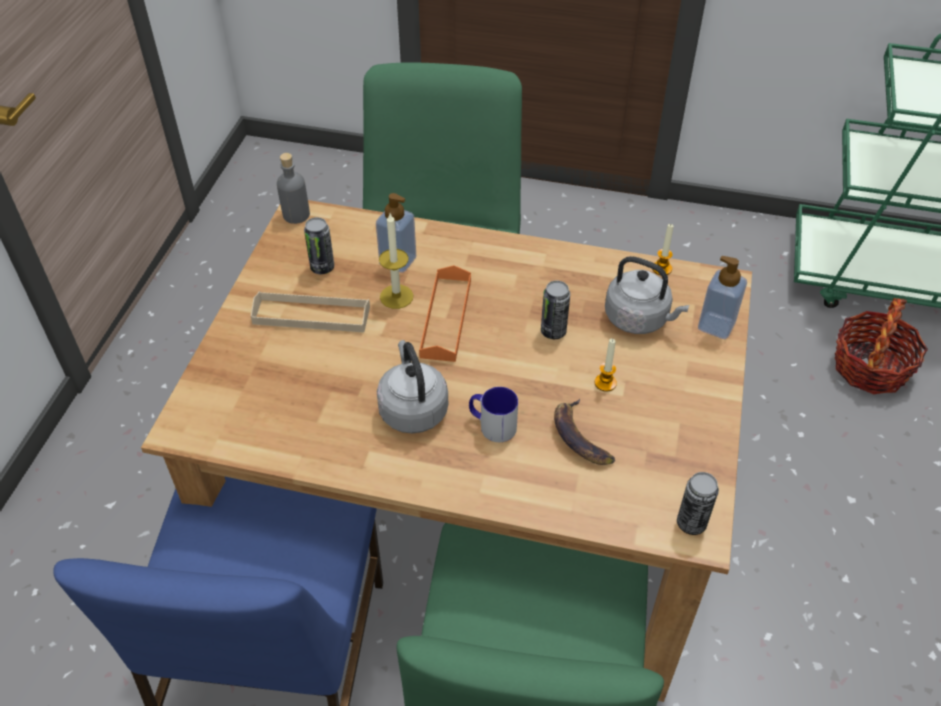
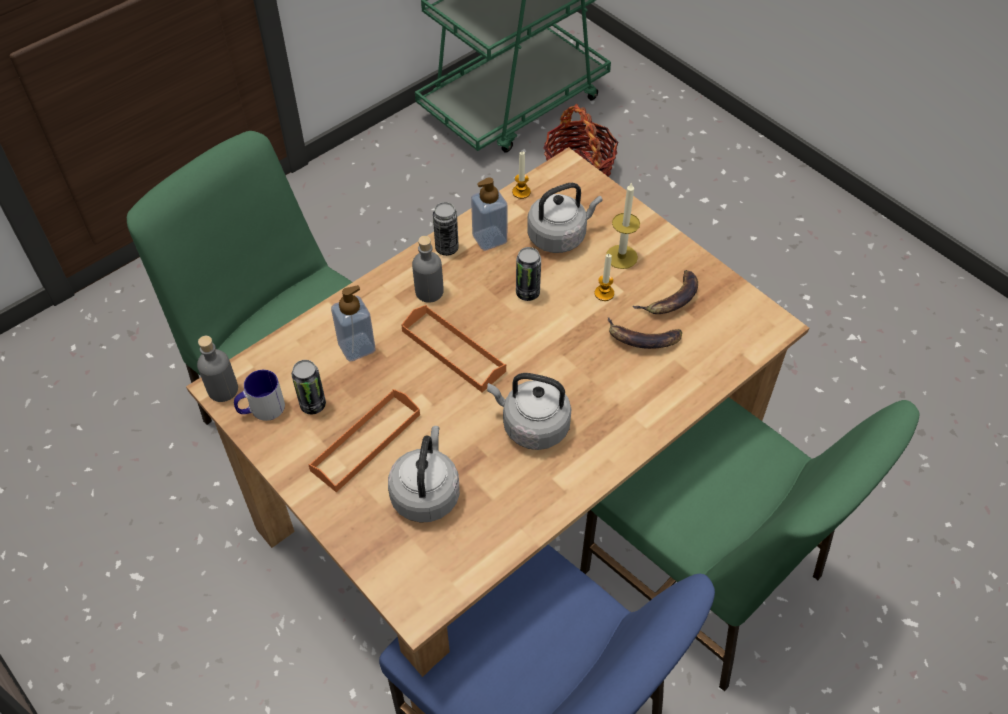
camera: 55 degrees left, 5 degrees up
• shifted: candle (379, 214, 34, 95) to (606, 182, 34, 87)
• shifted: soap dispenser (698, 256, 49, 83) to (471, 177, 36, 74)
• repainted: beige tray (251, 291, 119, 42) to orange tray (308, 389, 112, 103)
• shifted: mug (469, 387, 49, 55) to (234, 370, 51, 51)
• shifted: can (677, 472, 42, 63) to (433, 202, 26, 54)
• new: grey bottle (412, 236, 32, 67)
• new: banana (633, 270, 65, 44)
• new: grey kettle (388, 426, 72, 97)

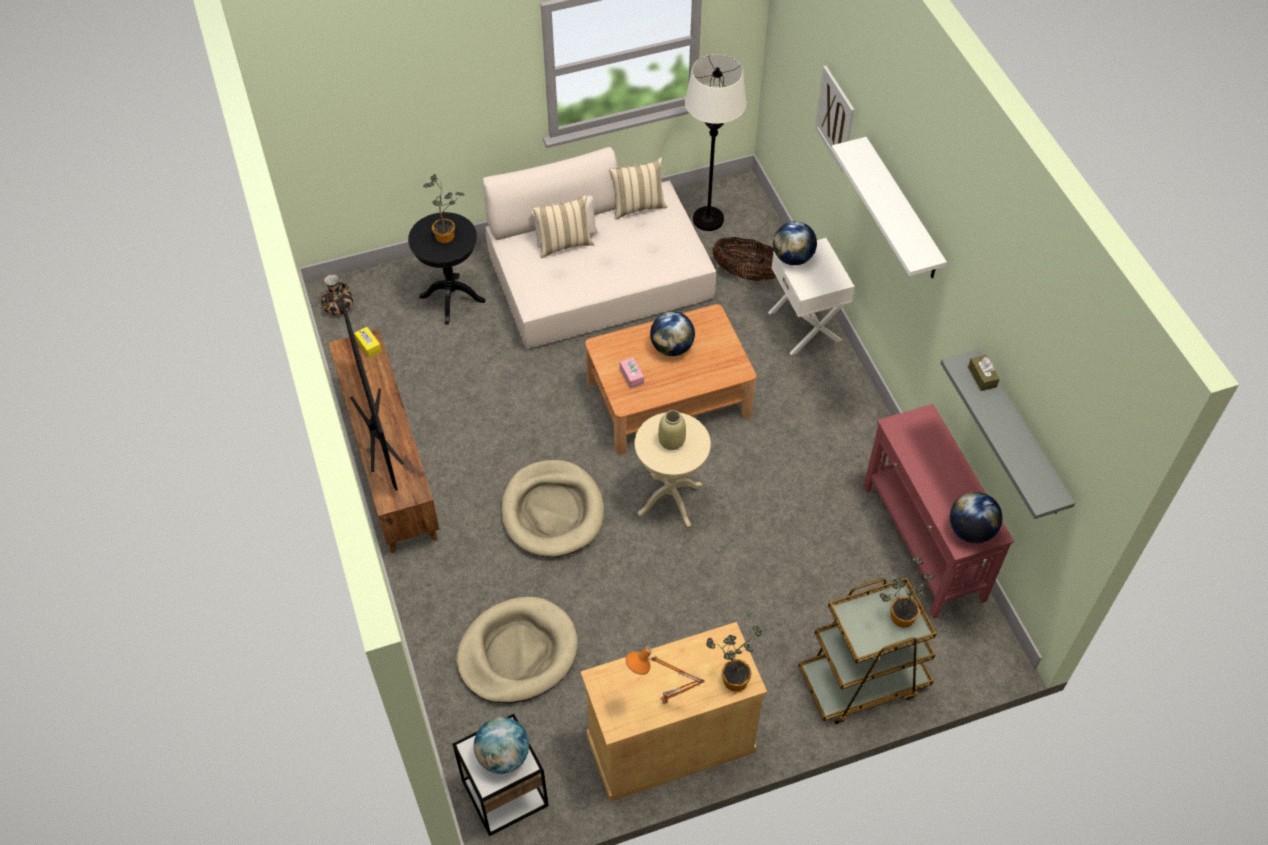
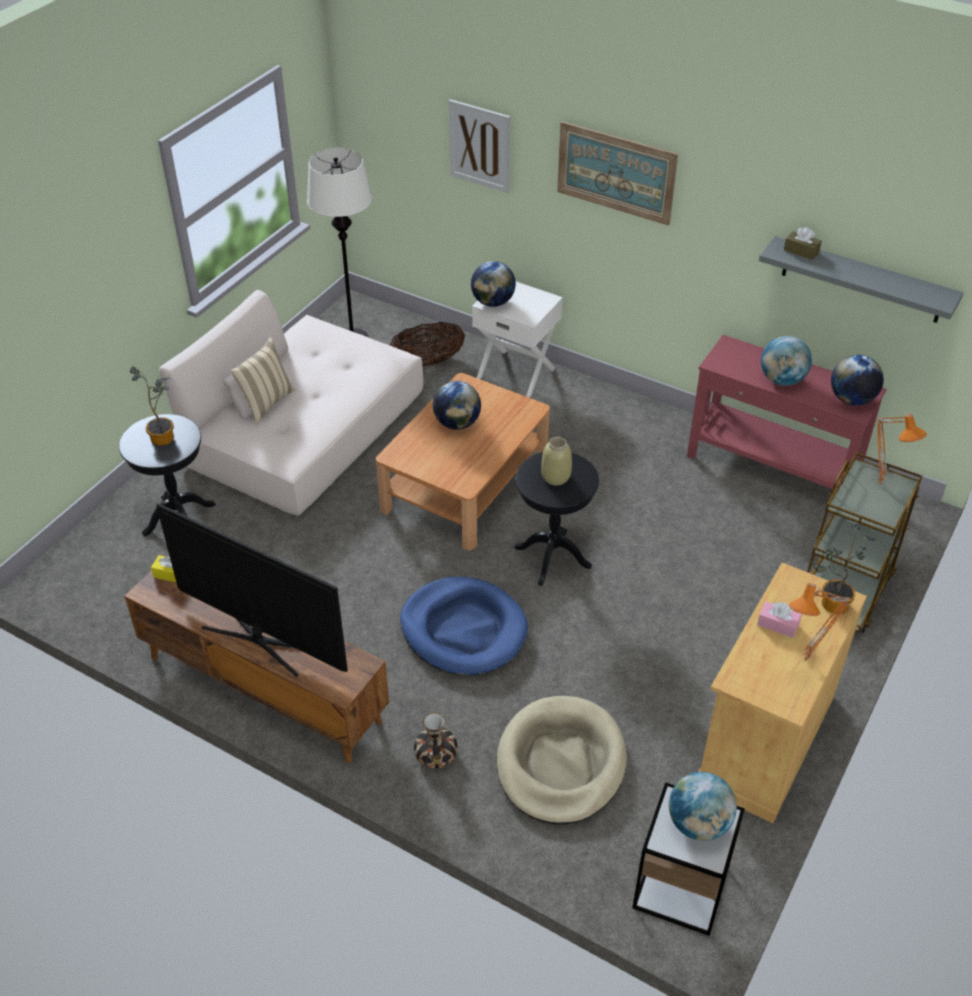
camera: 40 degrees left, 10 degrees down
• swapped: white shelf (831, 137, 116, 141) to picture (557, 121, 121, 104)
• gone: beige pillow (609, 157, 58, 63)
• shifted: vase (321, 274, 32, 41) to (414, 712, 44, 56)
• shifted: pink tissue box (620, 357, 24, 31) to (757, 602, 45, 36)
• repainted: beige side table (635, 412, 76, 116) to black side table (514, 452, 85, 134)
• repainted: beige dog bed (501, 460, 103, 97) to blue dog bed (400, 577, 128, 98)
• swapped: potted plant (880, 557, 54, 70) to orange table lamp (878, 414, 49, 73)
• new: globe (761, 336, 51, 50)

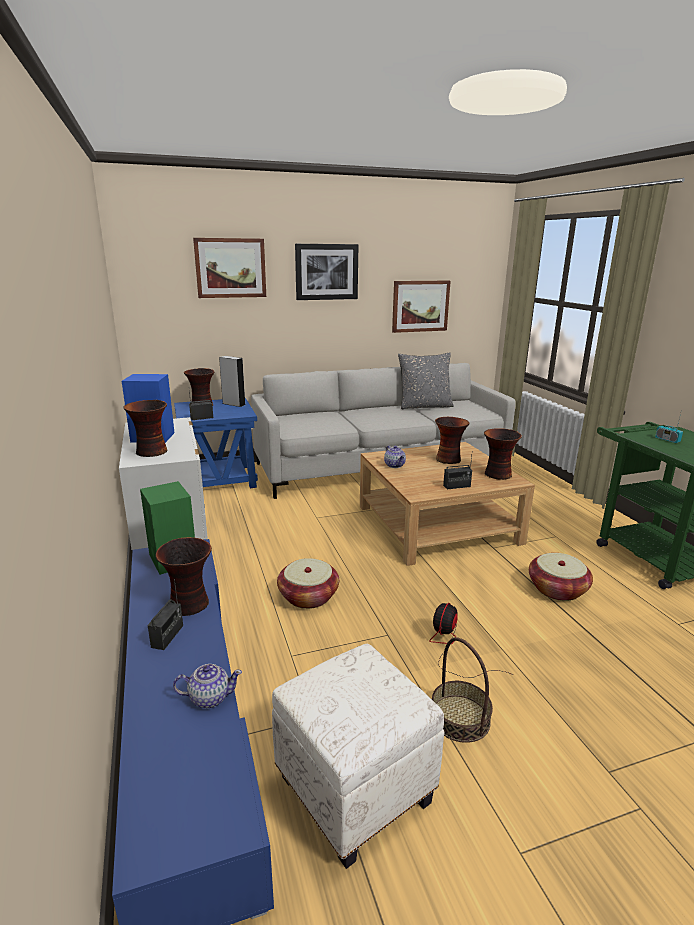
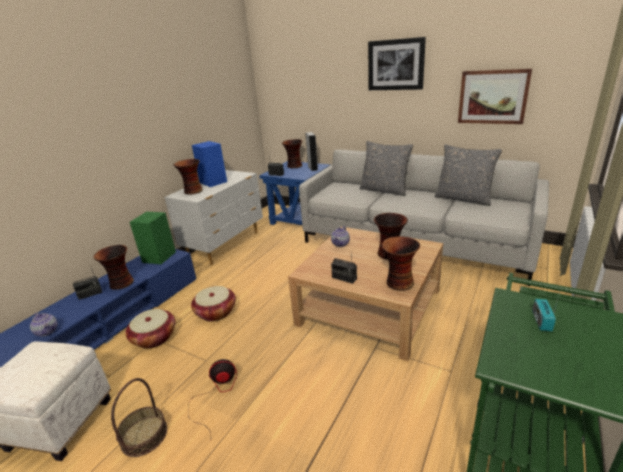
camera: 50 degrees right, 5 degrees up
• gone: picture (193, 238, 73, 60)
• shifted: basket (529, 553, 64, 48) to (125, 309, 50, 40)
• new: grey pillow (360, 141, 53, 55)

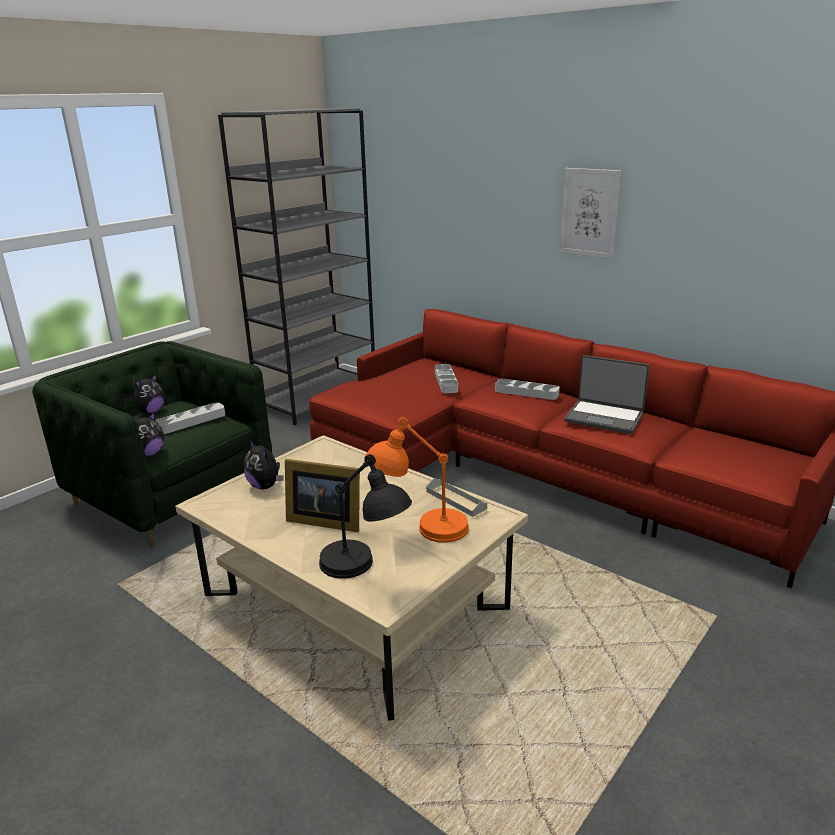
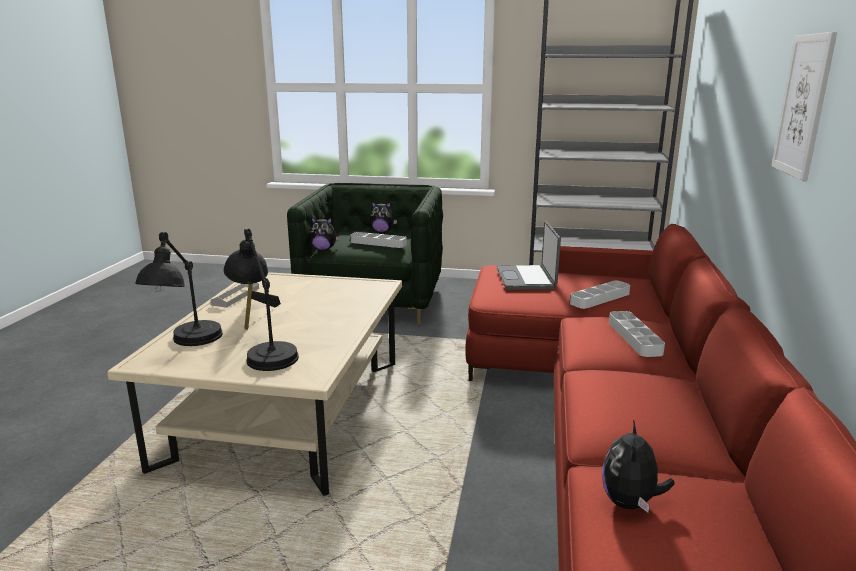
camera: 60 degrees right, 5 degrees down
• shifted: laptop (564, 355, 85, 79) to (496, 221, 65, 69)
• repainted: orange table lamp (365, 417, 104, 126) to black table lamp (223, 229, 76, 142)
• shifted: plush toy (244, 440, 40, 50) to (602, 420, 73, 93)
• shifted: grey tray (426, 479, 61, 38) to (210, 283, 49, 25)

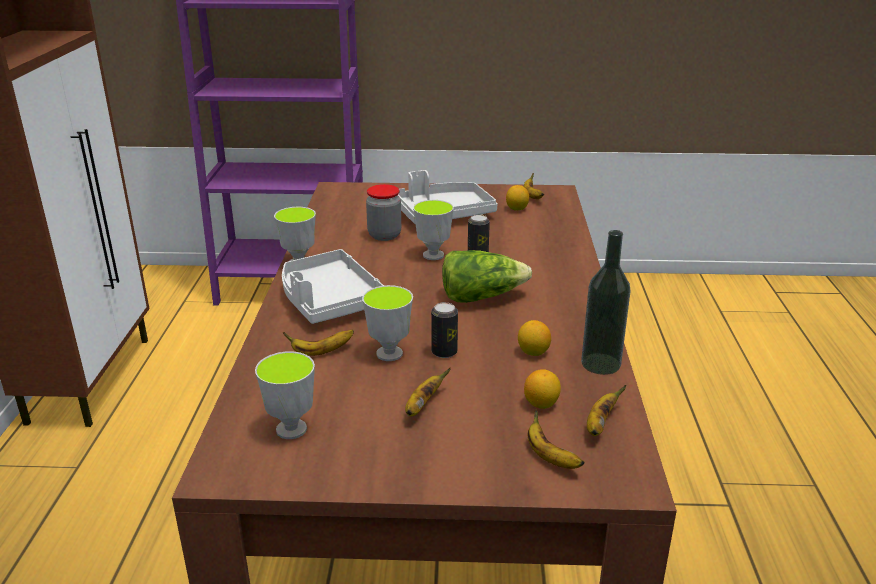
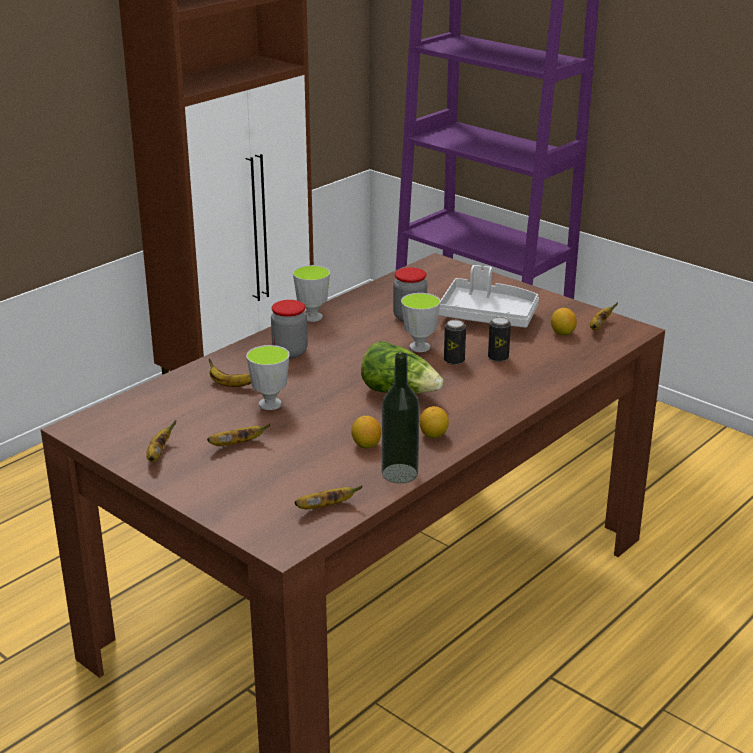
camera: 40 degrees right, 0 degrees up
• swapped: grey tray (282, 249, 102, 75) to jar (271, 300, 37, 58)
• shifted: can (431, 302, 27, 56) to (488, 317, 23, 45)
• gone: cup (255, 352, 60, 87)
• shifted: lemon (524, 369, 37, 40) to (420, 406, 29, 32)
• shifted: banana (528, 409, 57, 60) to (146, 420, 30, 42)

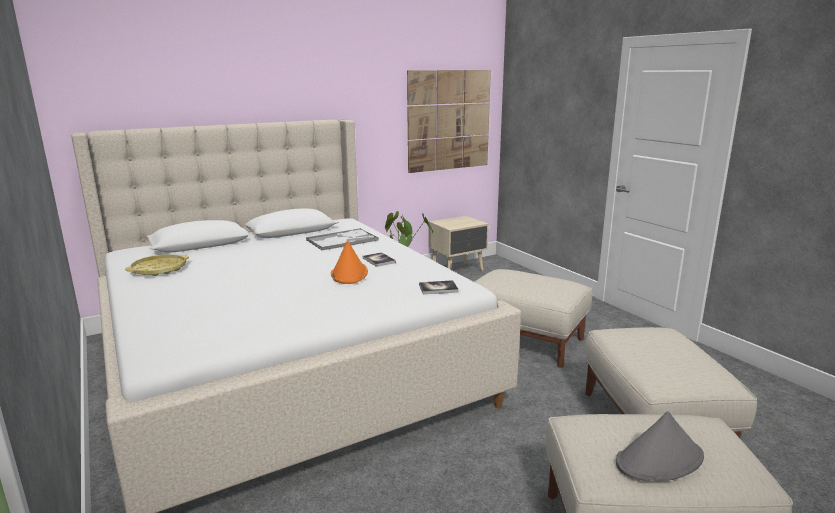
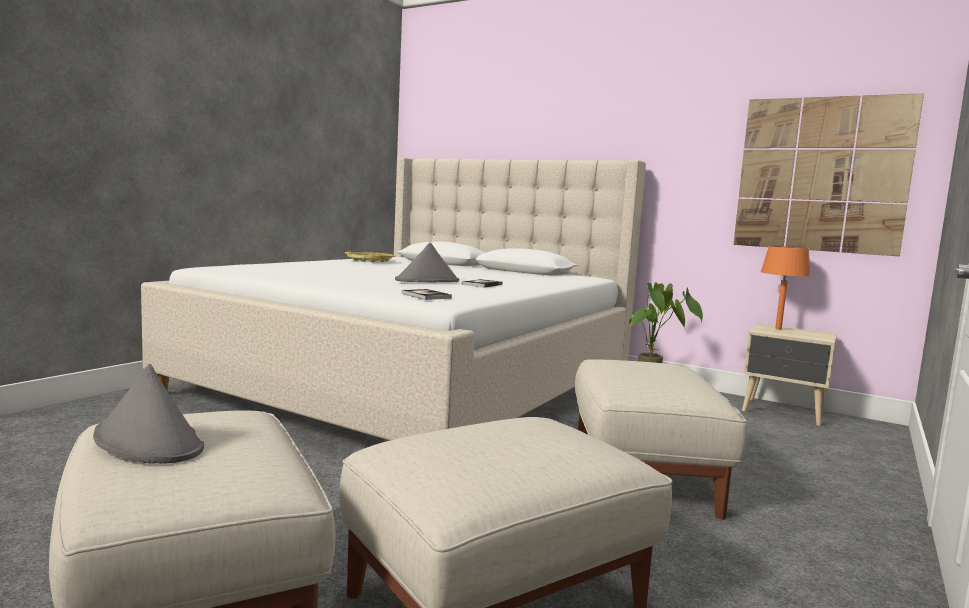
camera: 60 degrees right, 10 degrees down
• gone: tray (306, 228, 73, 23)
• repainted: orange hat (331, 240, 37, 44) to grey hat (395, 242, 64, 40)
• new: orange table lamp (761, 246, 50, 84)

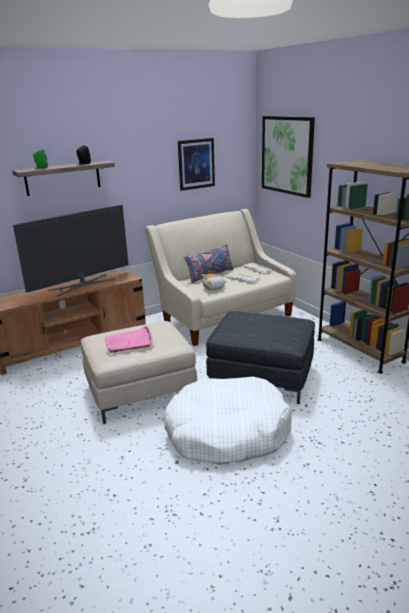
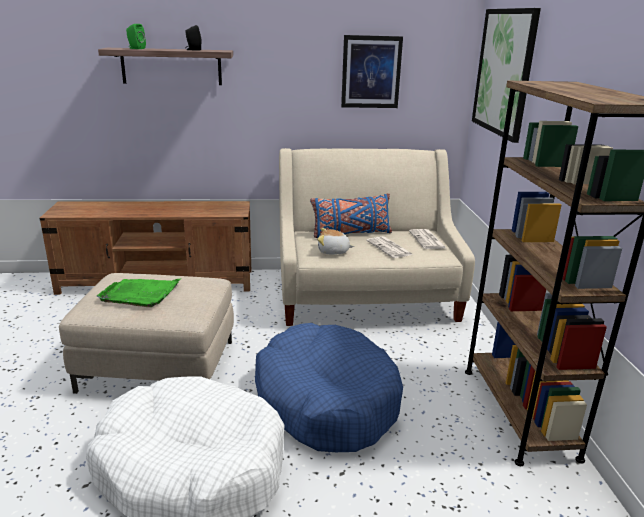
camera: 25 degrees right, 0 degrees up
• gone: television (13, 204, 116, 93)
• swapped: grey ottoman (206, 311, 109, 93) to blue dog bed (255, 323, 148, 129)
• repainted: pink tray (105, 326, 48, 27) to green tray (97, 278, 85, 29)

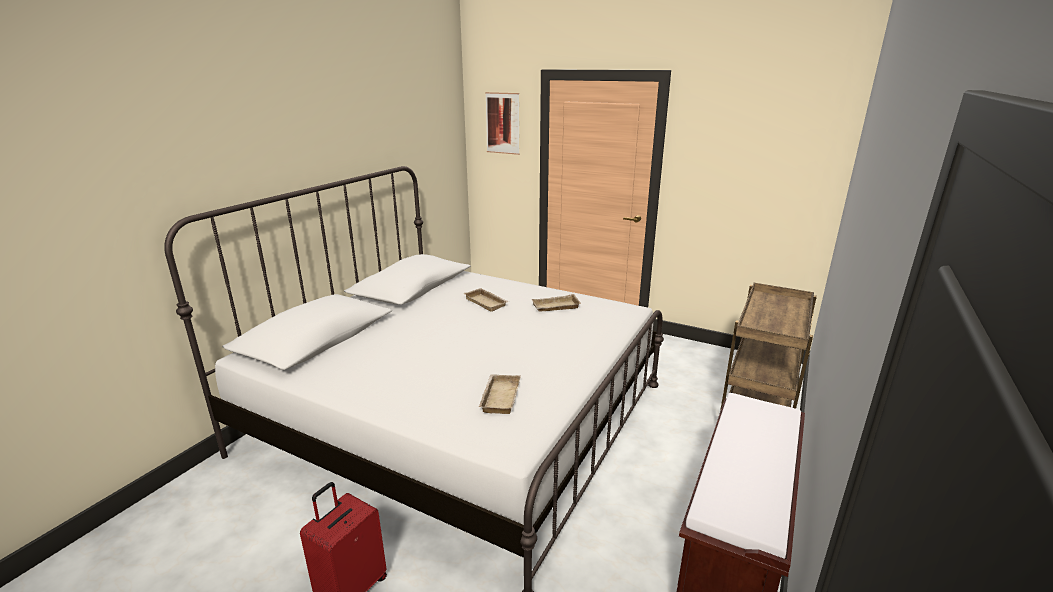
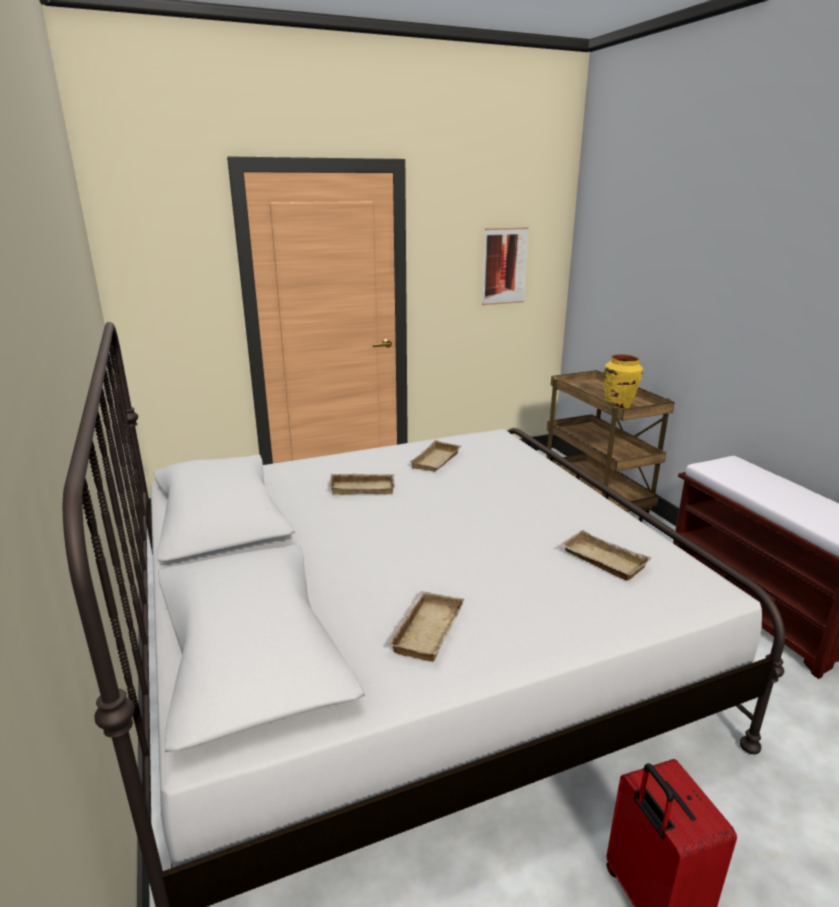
camera: 50 degrees left, 0 degrees up
• shifted: picture (485, 92, 35, 63) to (482, 227, 47, 78)
• new: yellow vase (604, 355, 39, 54)
• new: beige tray (387, 591, 78, 71)

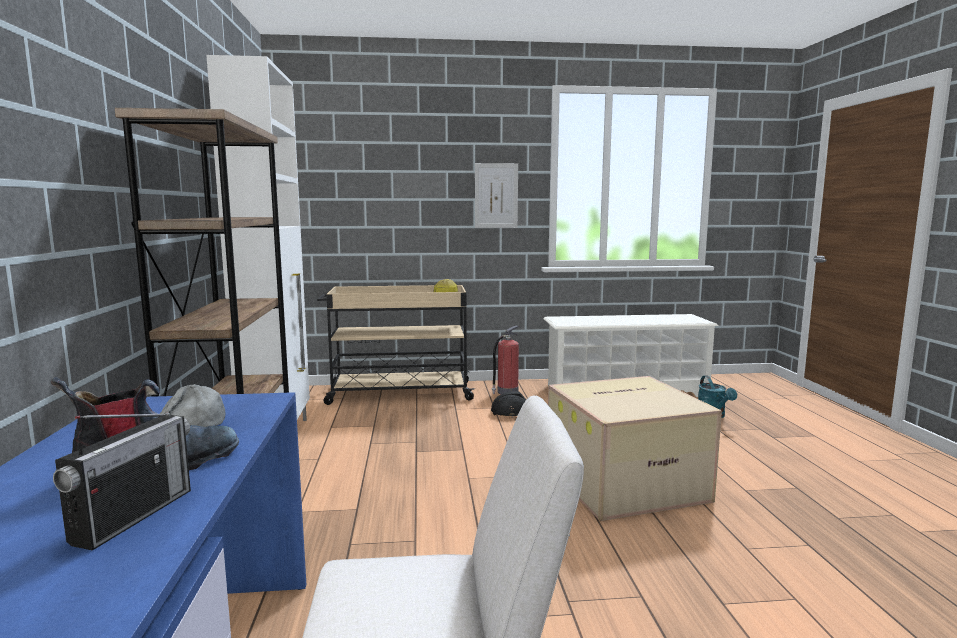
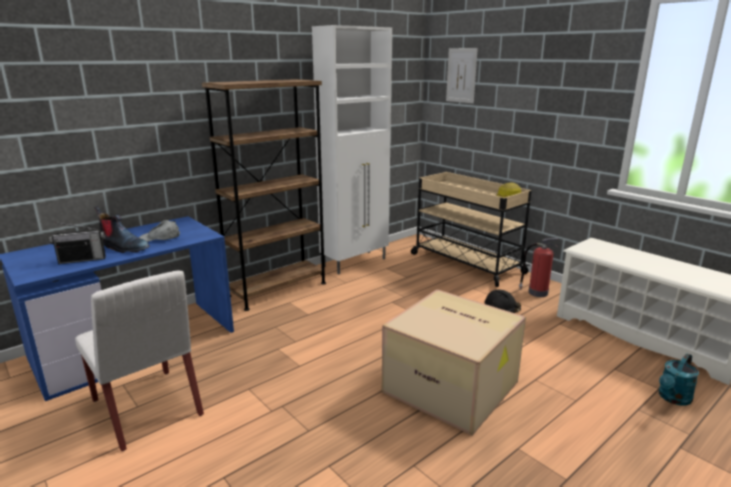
camera: 55 degrees right, 10 degrees up
• shifted: picture (475, 163, 43, 65) to (446, 48, 32, 55)

